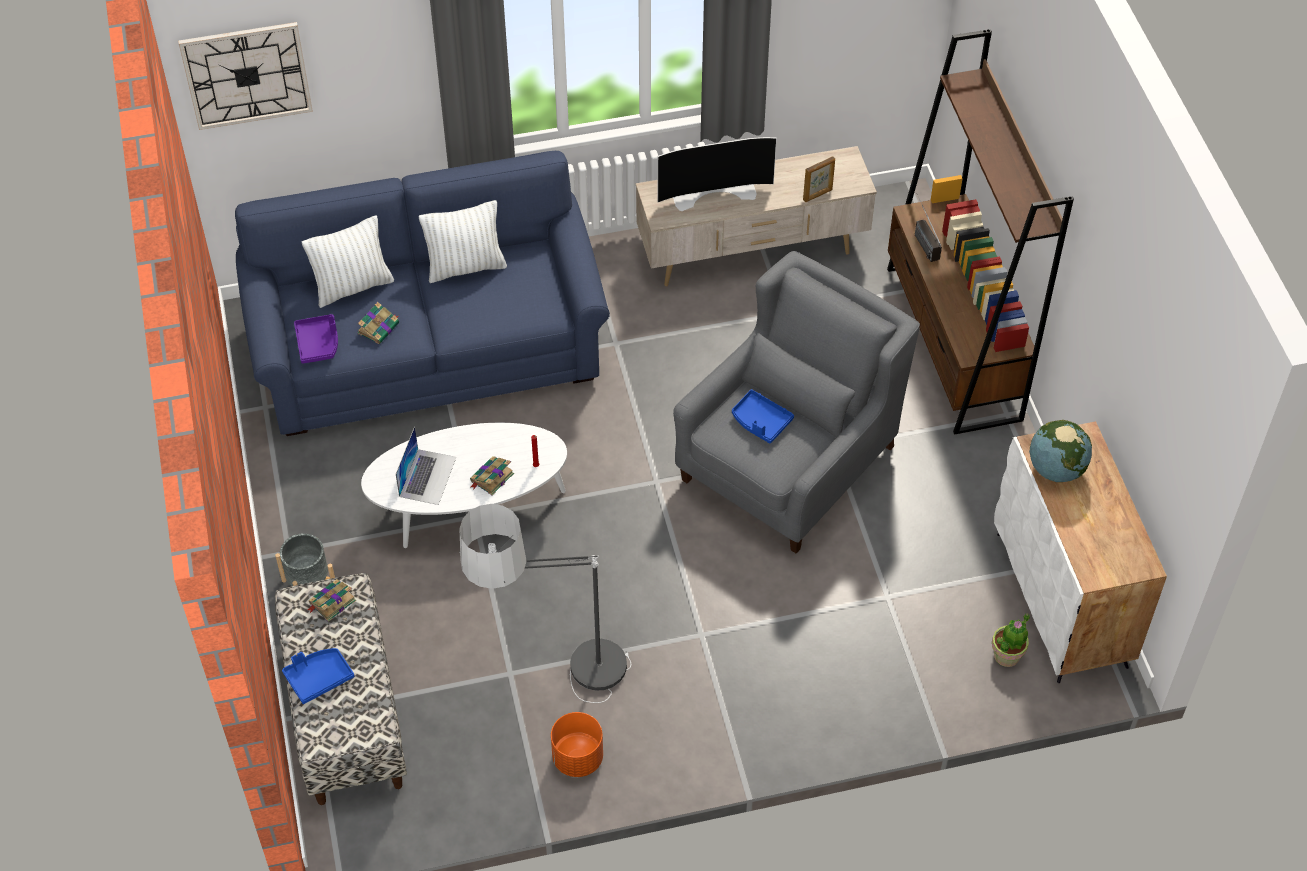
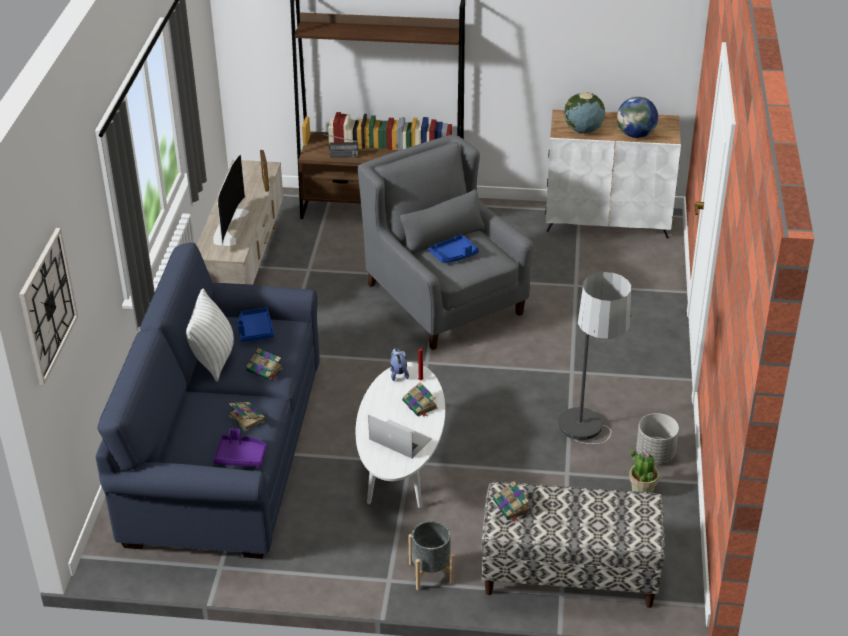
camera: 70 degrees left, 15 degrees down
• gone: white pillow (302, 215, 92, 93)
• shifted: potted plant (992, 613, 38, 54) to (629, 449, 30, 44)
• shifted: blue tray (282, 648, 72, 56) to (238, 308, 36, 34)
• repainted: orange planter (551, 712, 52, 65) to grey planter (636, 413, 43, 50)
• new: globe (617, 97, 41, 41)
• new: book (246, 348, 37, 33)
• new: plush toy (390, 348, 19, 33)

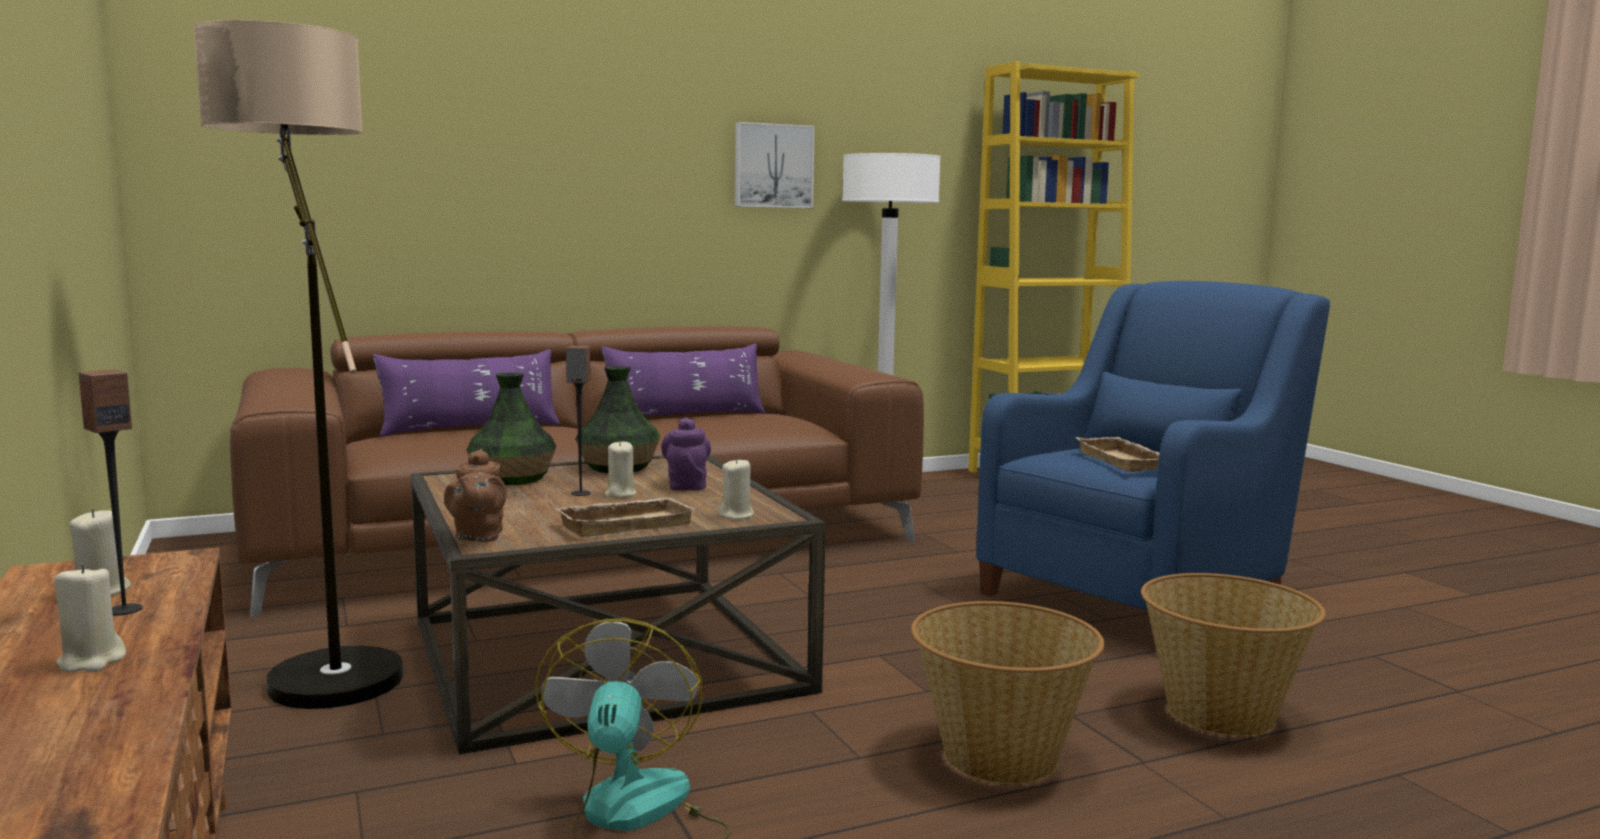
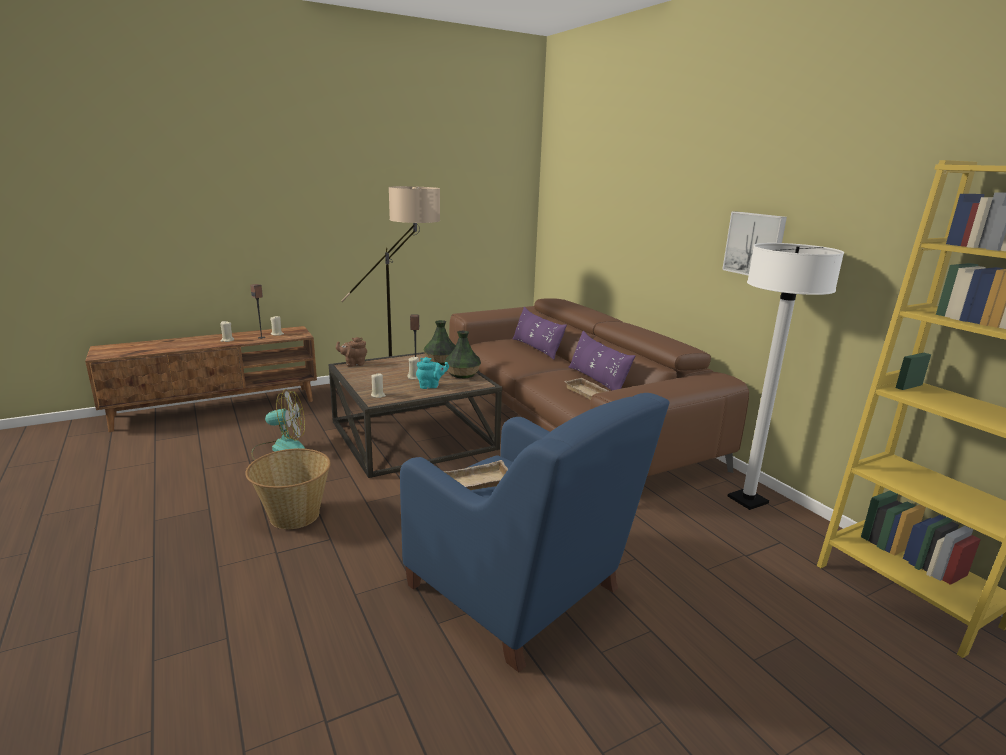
camera: 85 degrees right, 10 degrees up
• repainted: purple teapot (661, 417, 50, 74) to turquoise teapot (416, 357, 33, 32)
• shifted: beige tray (555, 498, 141, 39) to (565, 378, 43, 22)
• gone: basket (1141, 573, 185, 164)

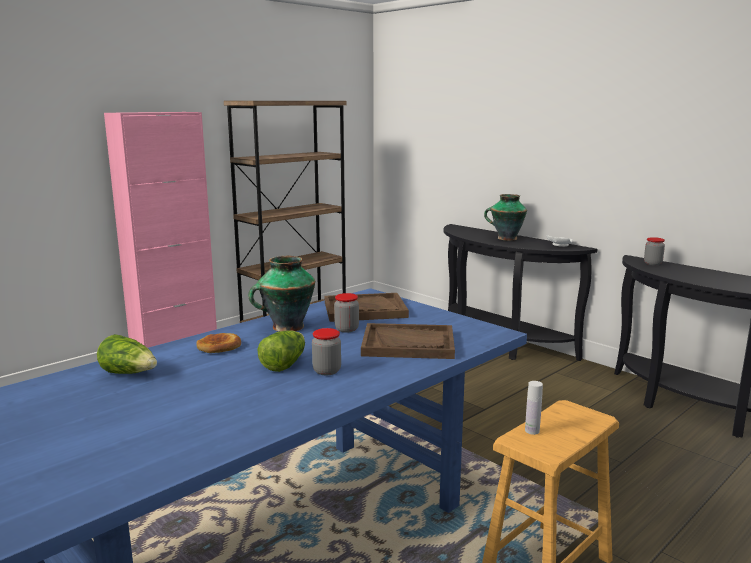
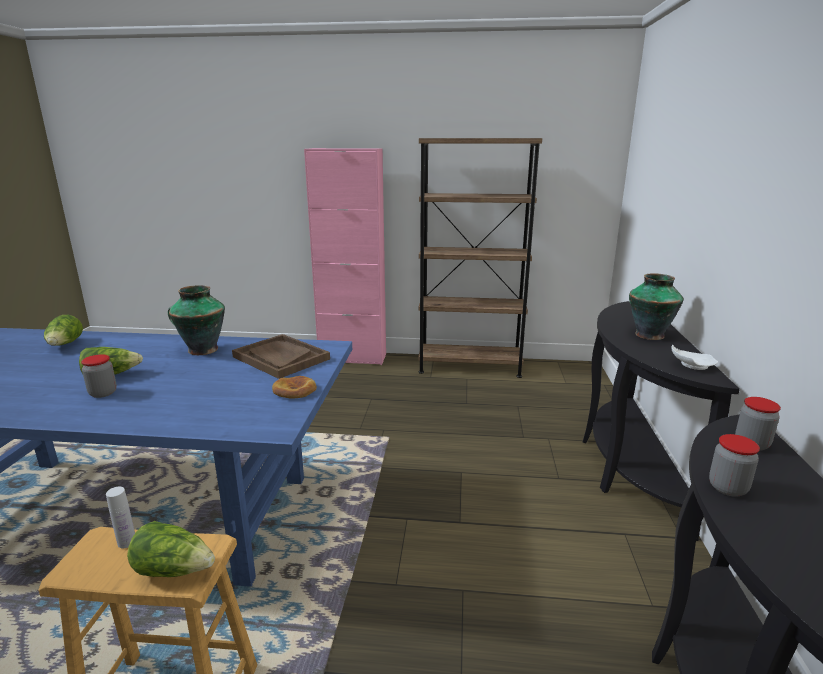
camera: 50 degrees right, 5 degrees up
• shifted: jar (334, 293, 25, 40) to (709, 434, 51, 63)
• gone: brown tray (361, 323, 94, 36)
• shifted: bread (196, 333, 45, 20) to (272, 376, 45, 22)
• new: lettuce (127, 521, 88, 56)

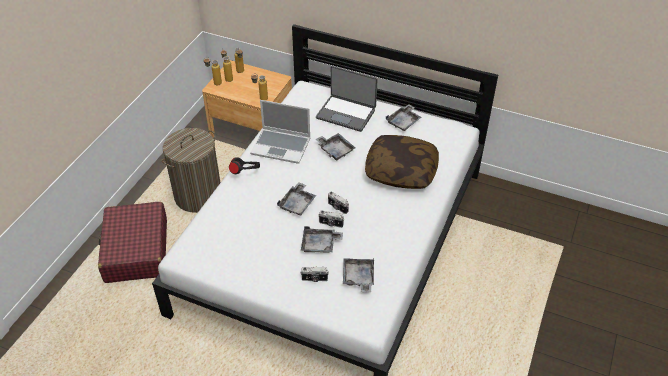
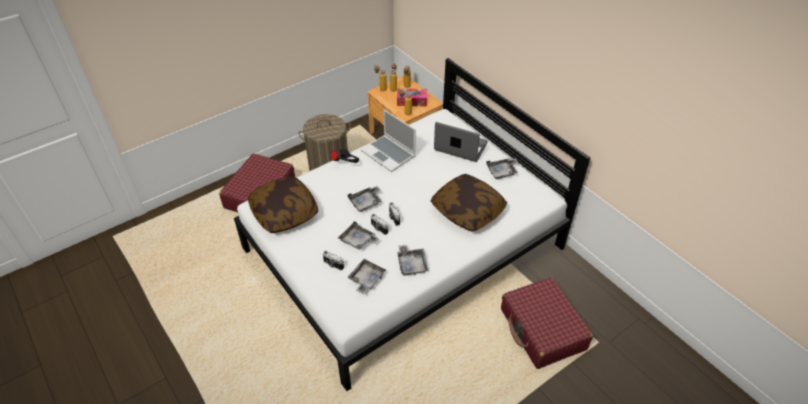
camera: 30 degrees right, 0 degrees up
• rotated: laptop (316, 66, 62, 66) = (434, 122, 54, 40) 150 degrees clockwise
• shifted: grey tray (316, 133, 39, 28) to (397, 245, 31, 31)
• new: tissue box (397, 88, 30, 18)
• new: pillow (248, 176, 70, 57)
• new: red suitcase (501, 277, 92, 92)

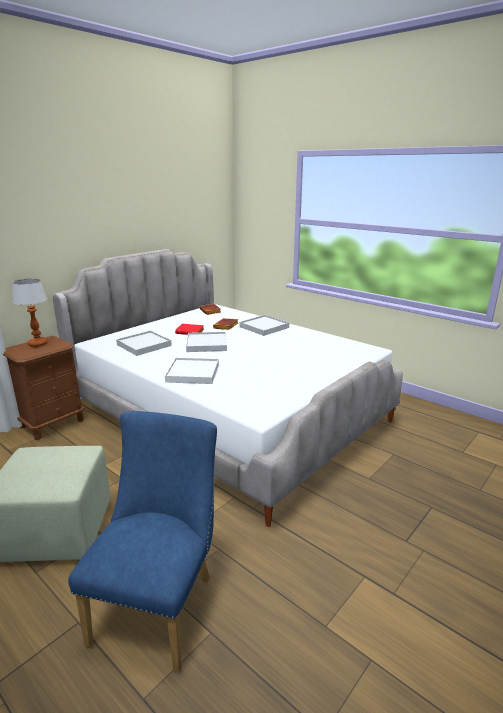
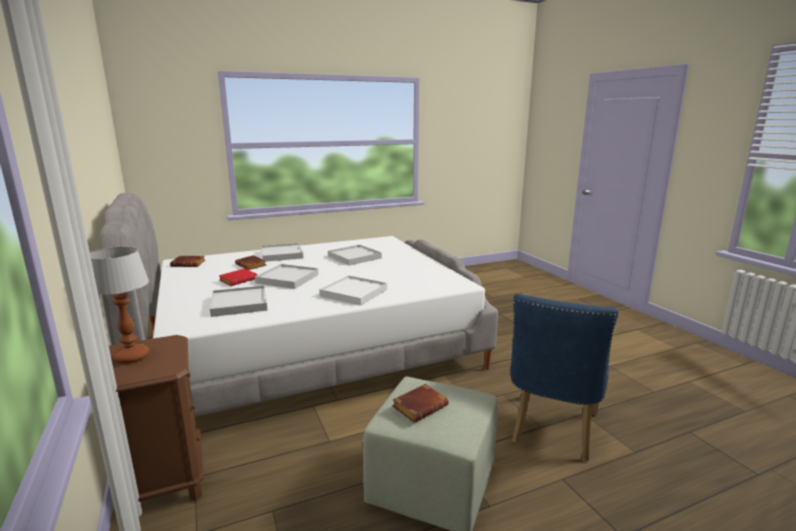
camera: 65 degrees left, 5 degrees down
• rotated: blue chair (68, 411, 149, 262) = (511, 294, 107, 167) 105 degrees counterclockwise
• new: white tray (328, 245, 54, 21)
• new: brown book (392, 384, 56, 39)

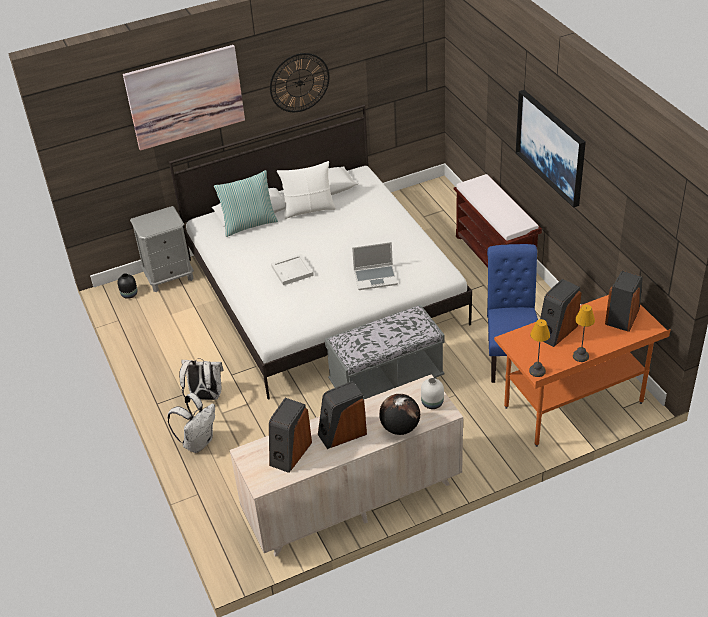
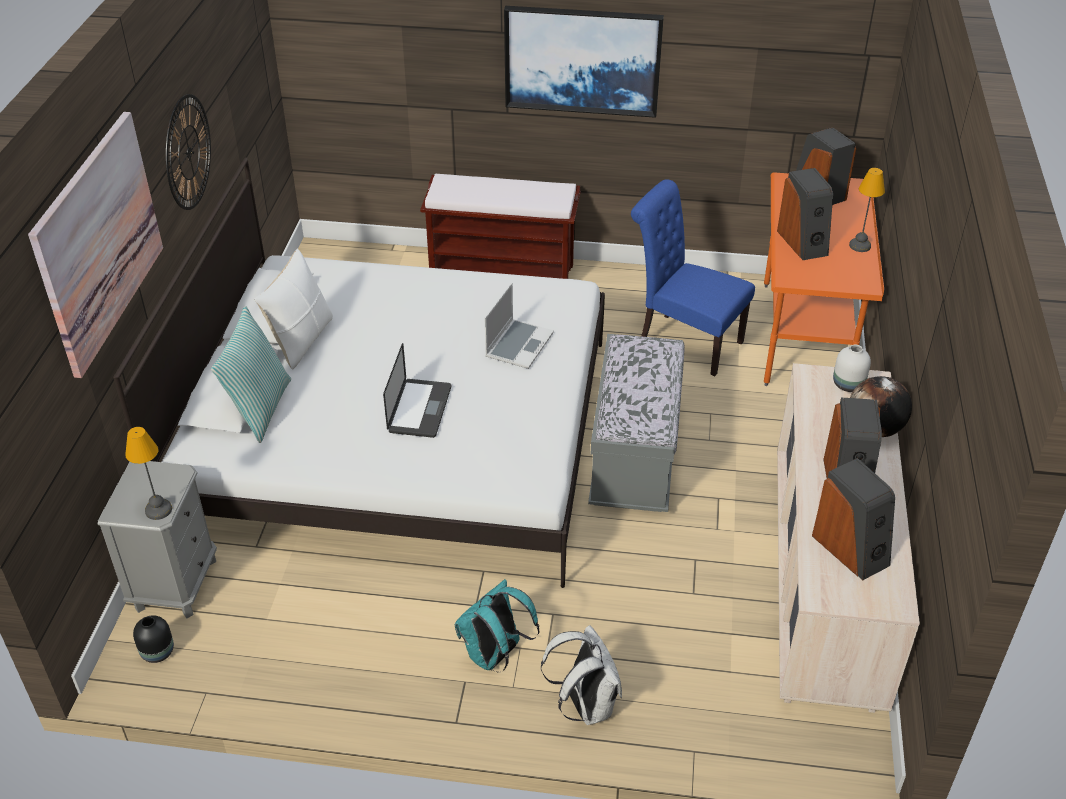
camera: 60 degrees left, 0 degrees up
• swapped: white tray (271, 254, 43, 31) to laptop (383, 343, 68, 95)
• shifted: table lamp (529, 319, 21, 58) to (125, 427, 47, 93)
• repainted: white backpack (179, 358, 45, 42) to turquoise backpack (455, 579, 84, 93)

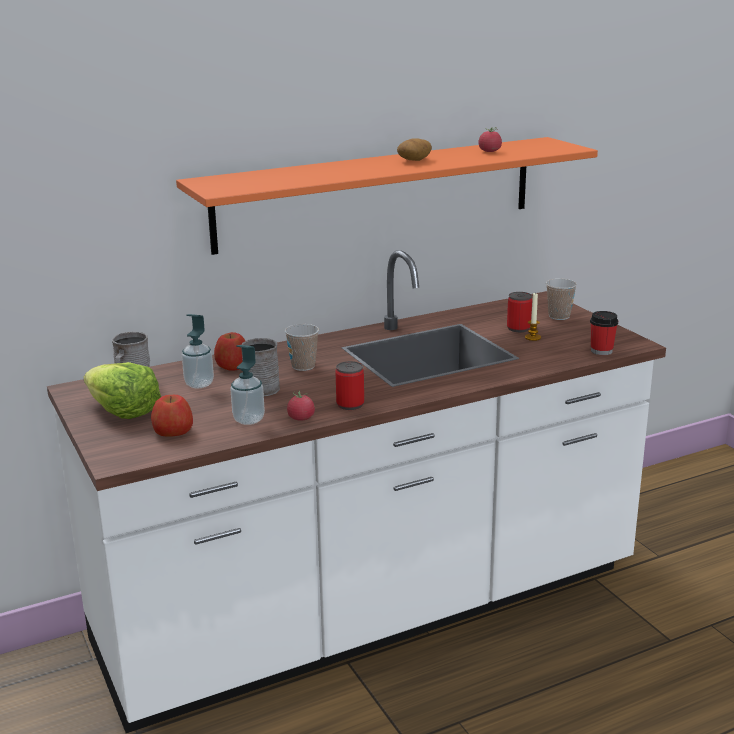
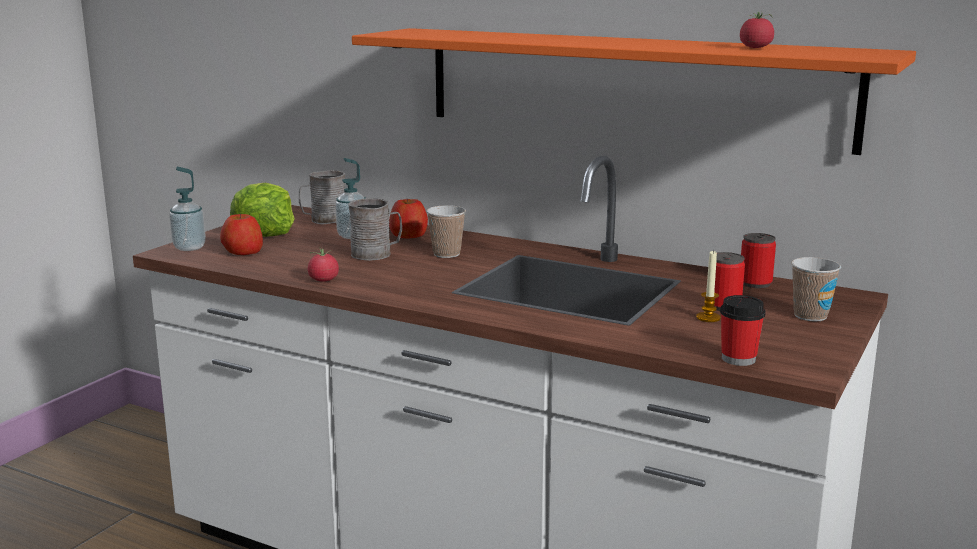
camera: 55 degrees right, 5 degrees down
• gone: potato (397, 138, 35, 23)
• shifted: soap dispenser (230, 345, 35, 80) to (169, 167, 37, 84)
• shifted: can (335, 361, 29, 49) to (741, 233, 35, 55)

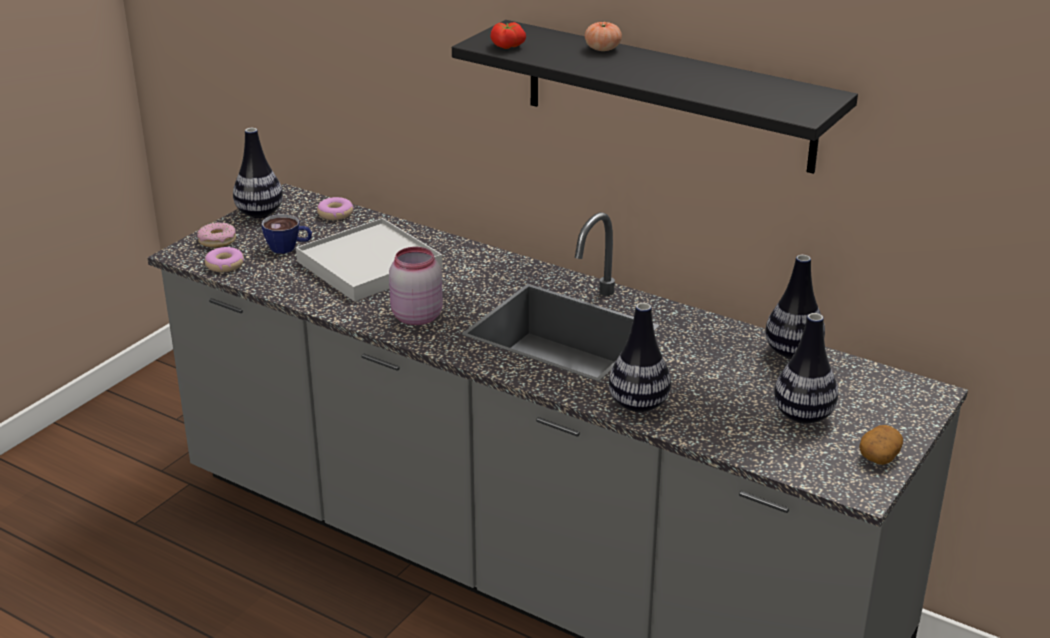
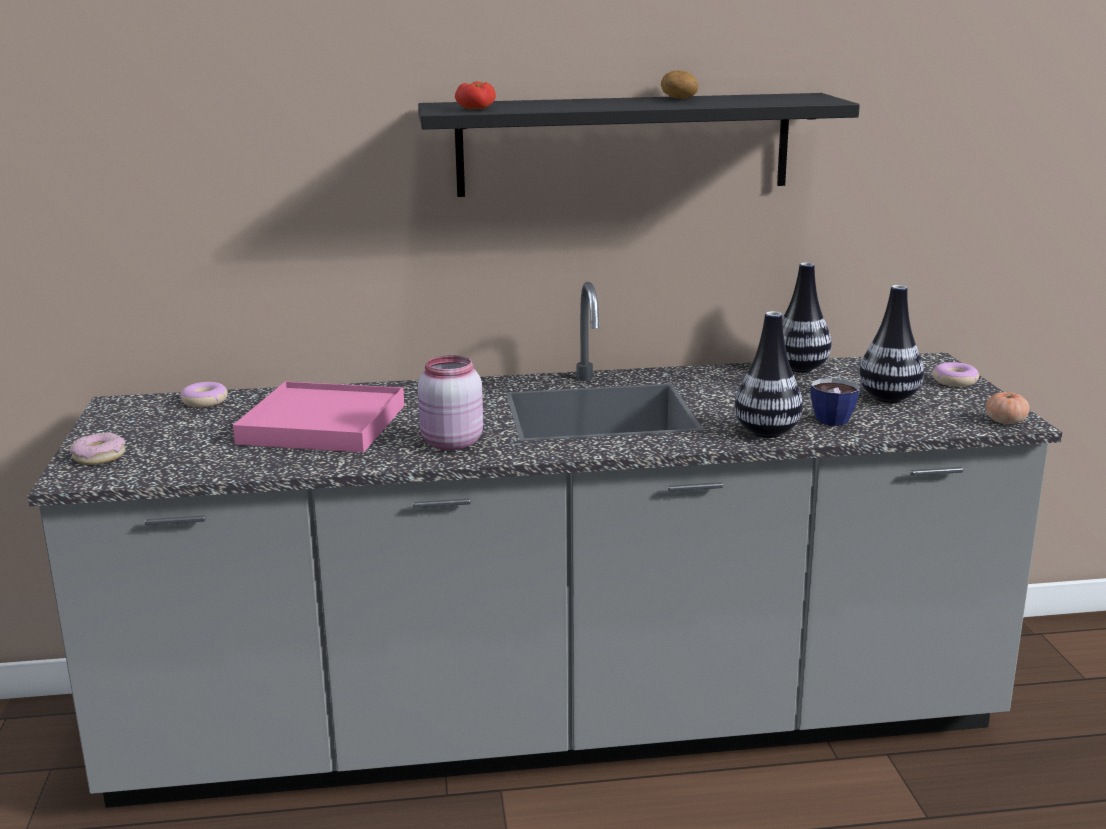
camera: 40 degrees left, 10 degrees down
• shifted: tomato (585, 22, 37, 29) to (985, 392, 45, 32)
• gone: vase (233, 128, 50, 90)
• shifted: cup (261, 214, 51, 40) to (811, 378, 49, 48)
• repainted: white tray (296, 218, 147, 84) to pink tray (233, 381, 171, 72)
• shifted: donut (205, 247, 39, 25) to (933, 362, 46, 25)
• shifted: potato (859, 425, 44, 40) to (661, 70, 37, 29)

